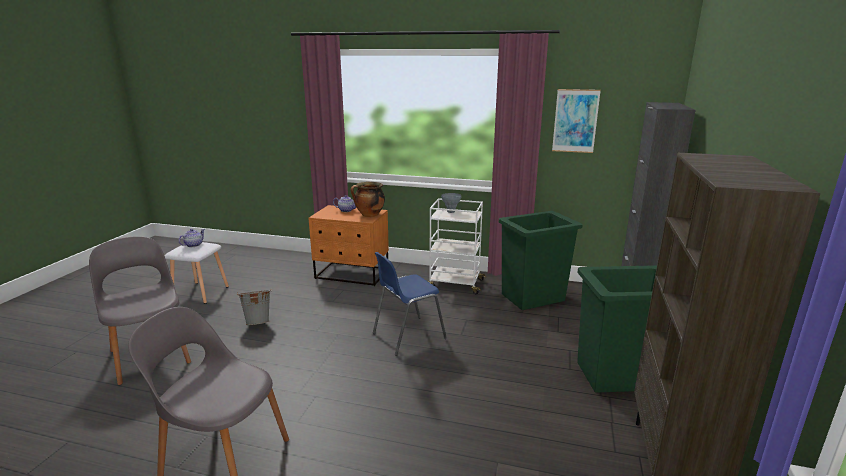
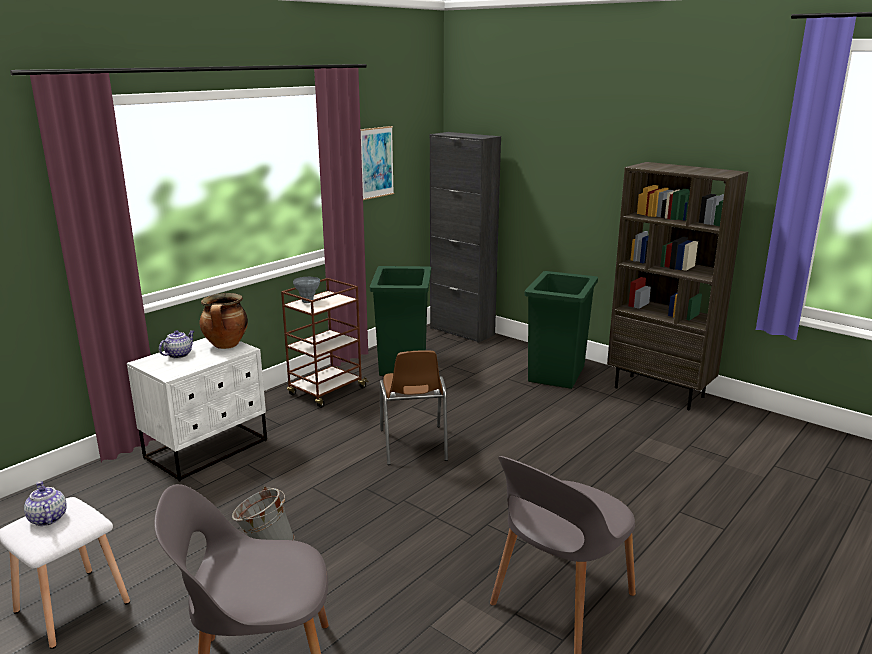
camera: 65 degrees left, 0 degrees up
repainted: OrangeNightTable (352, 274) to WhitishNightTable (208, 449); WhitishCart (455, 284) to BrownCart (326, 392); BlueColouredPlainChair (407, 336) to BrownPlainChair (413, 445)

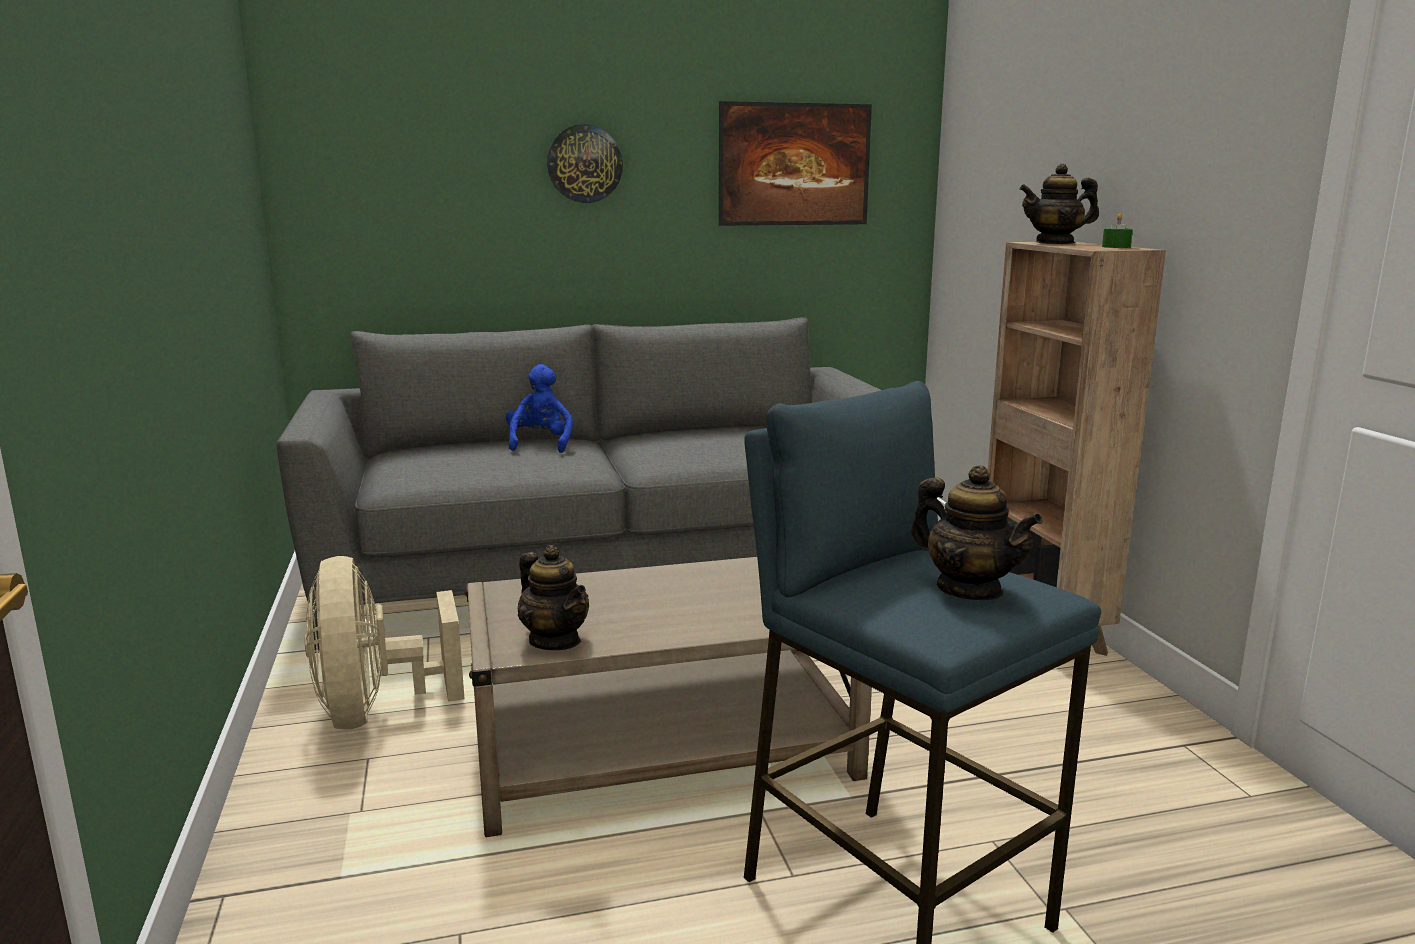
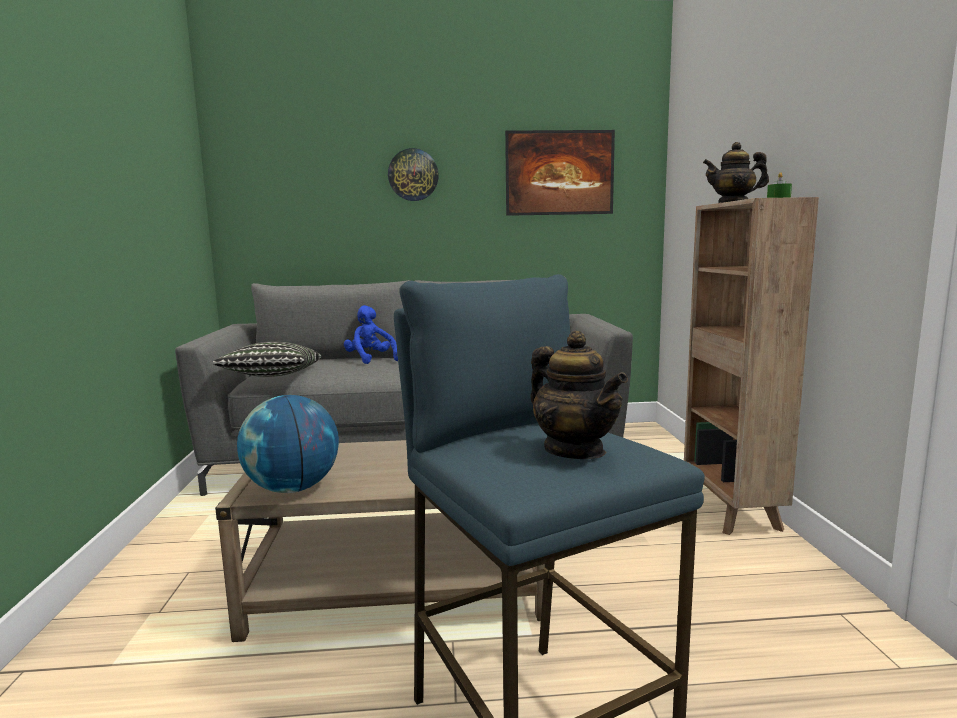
camera: 10 degrees right, 5 degrees down
gone: BeigeColouredFan (376, 711)
new: Pillow (272, 377)
swapped: PotForTea (555, 641) to DeskGlobe (293, 489)
rotated: BlueColouredCuddlyToy (540, 444) = (370, 360) 45 degrees counterclockwise

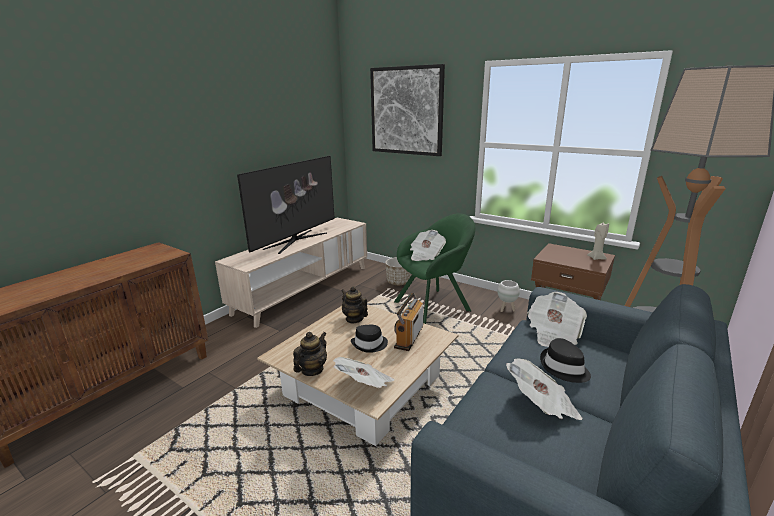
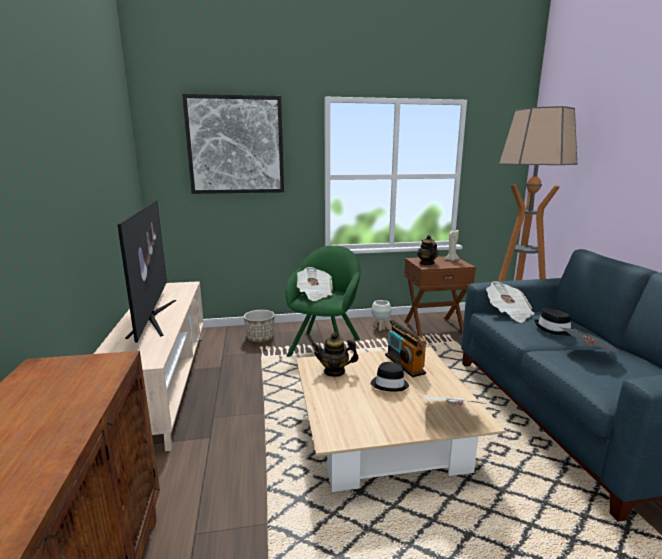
camera: 45 degrees left, 5 degrees down
shifted: PotForTea (312, 370) to (427, 263)

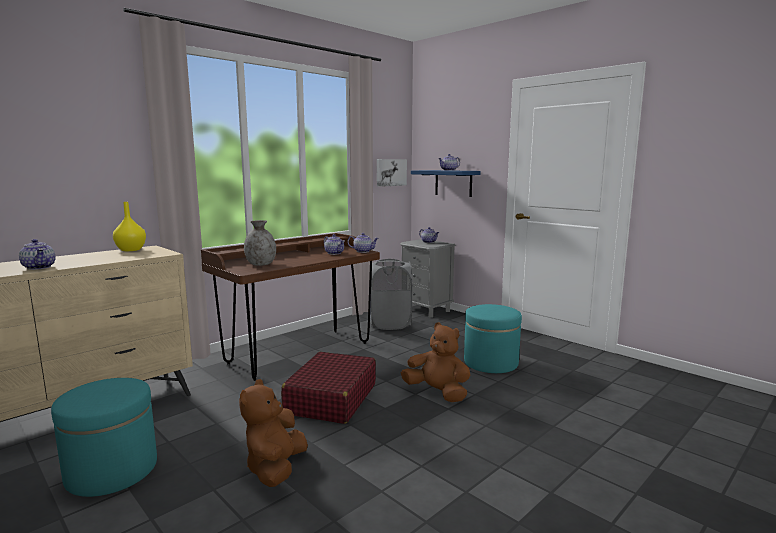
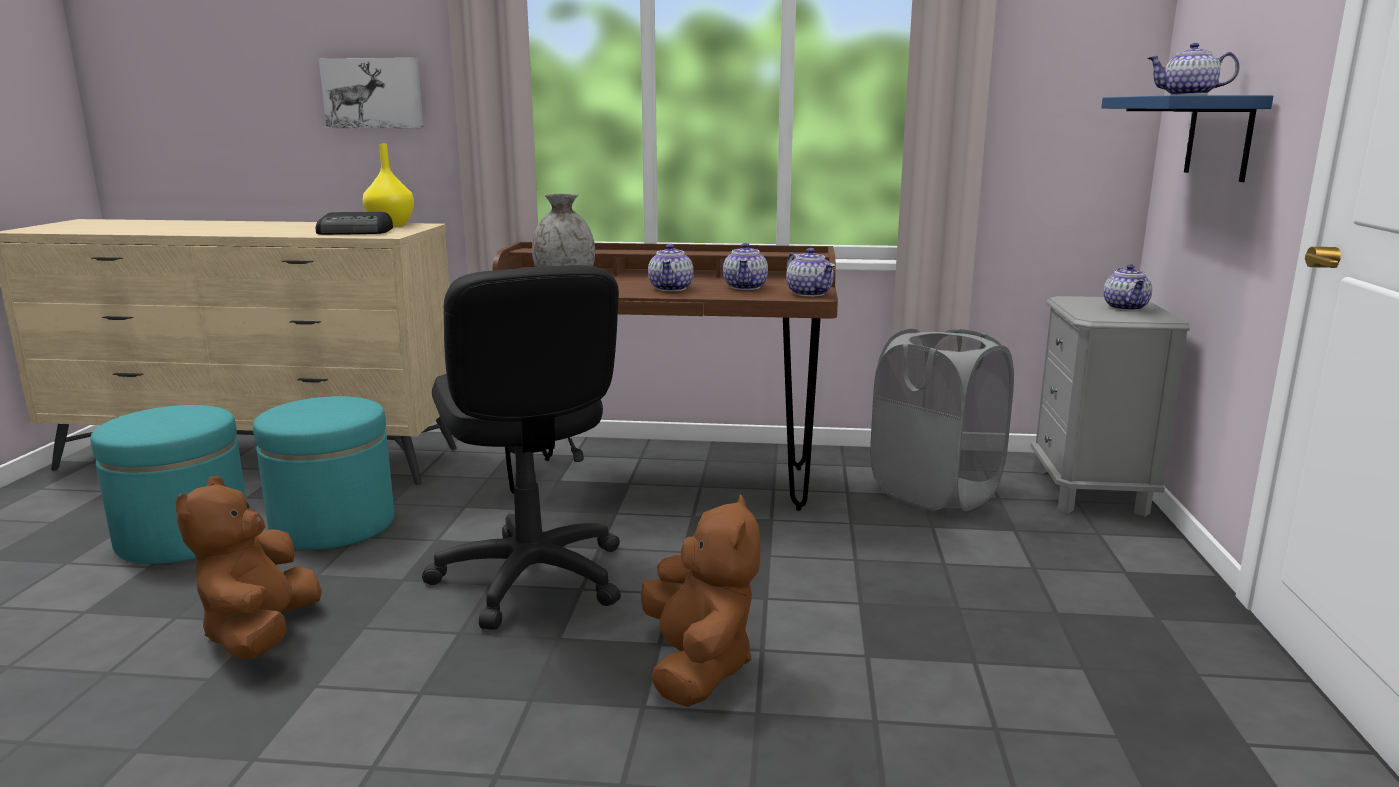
camera: 50 degrees right, 5 degrees up
new: RadioSet (356, 232)
shifted: TurquoiseColouredOttoman (490, 362) to (333, 525); WallArt (390, 172) to (373, 93); PotForTea (39, 267) to (671, 288)
swapped: ReddishSuitcase (331, 399) to BlackDeskChair (530, 578)
rotated: BrownCuddlyToy (275, 468) = (261, 634) 60 degrees counterclockwise

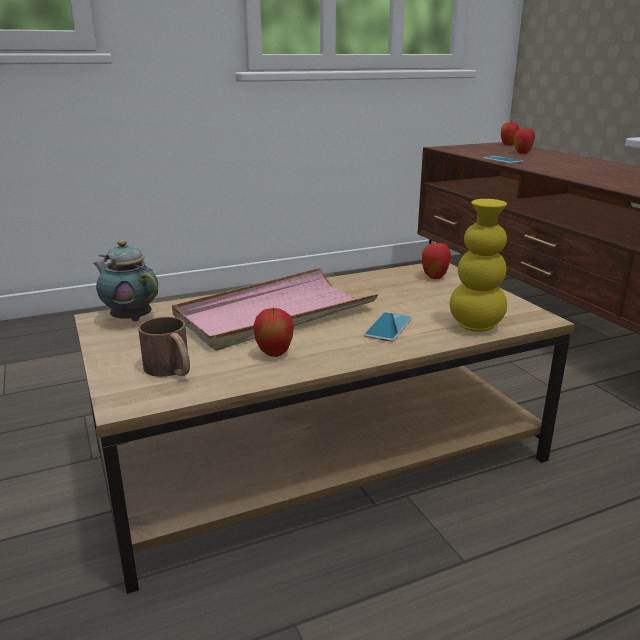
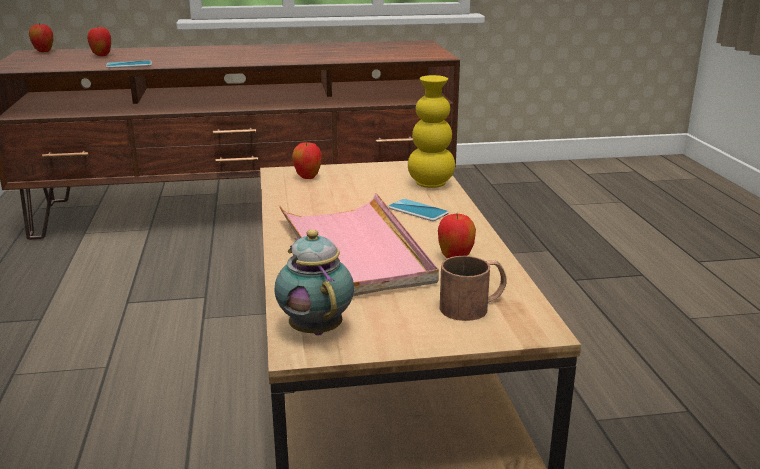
camera: 75 degrees left, 0 degrees up
rotated: PotForTea (130, 318) = (315, 328) 105 degrees clockwise

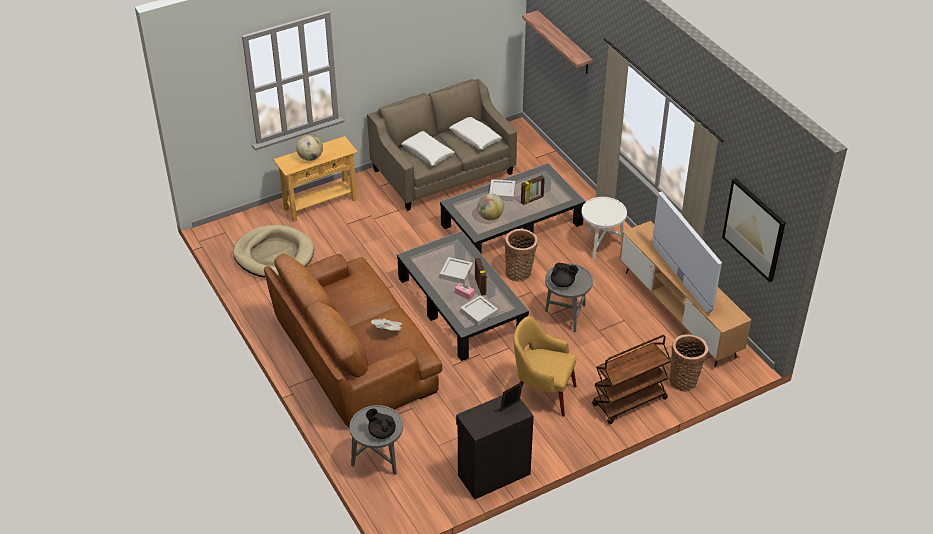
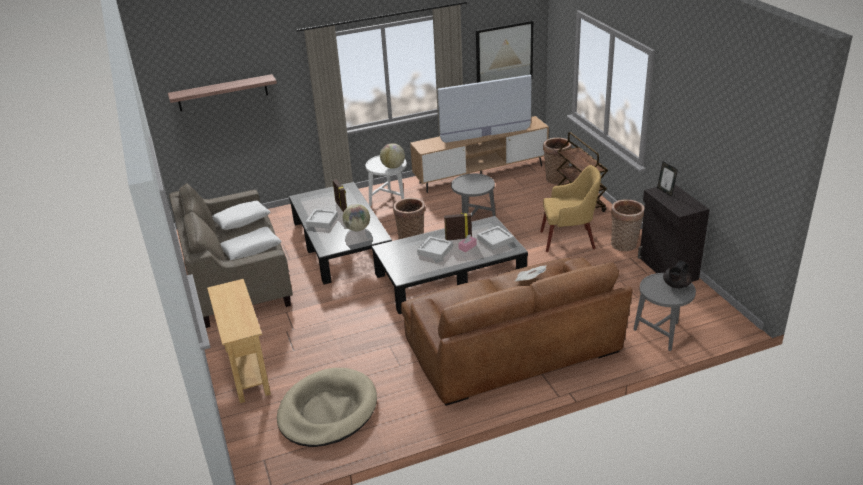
camera: 80 degrees left, 10 degrees down
gone: BlackPotForTea (563, 283)
new: StorageBasket (624, 245)
shifted: DeskGlobe (310, 158) to (393, 167)
rotated: YellowArmchair (542, 393) = (569, 240) 120 degrees counterclockwise

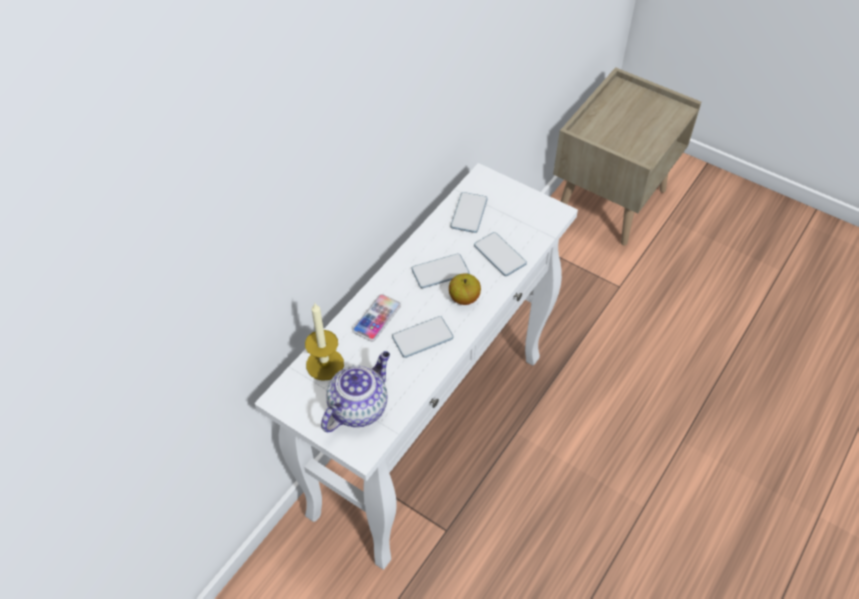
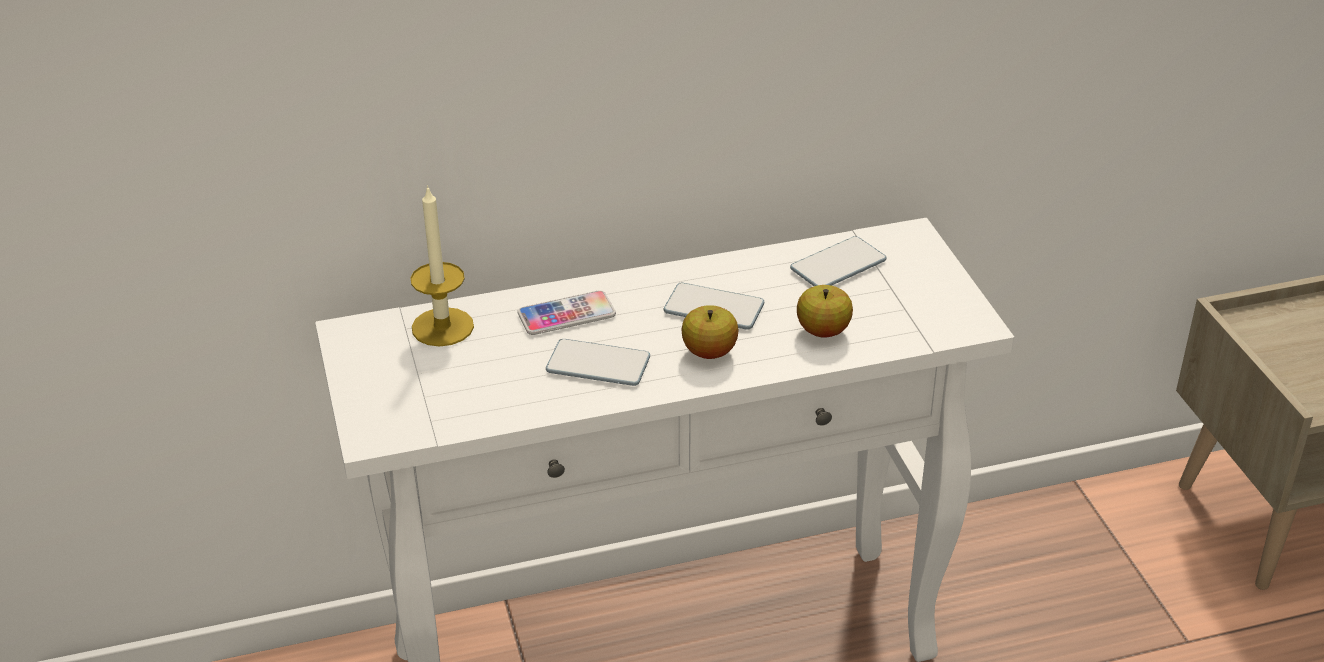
camera: 40 degrees right, 15 degrees down
gone: PotForTea (358, 407)
swapped: Handset (500, 255) to AppleFruit (823, 331)

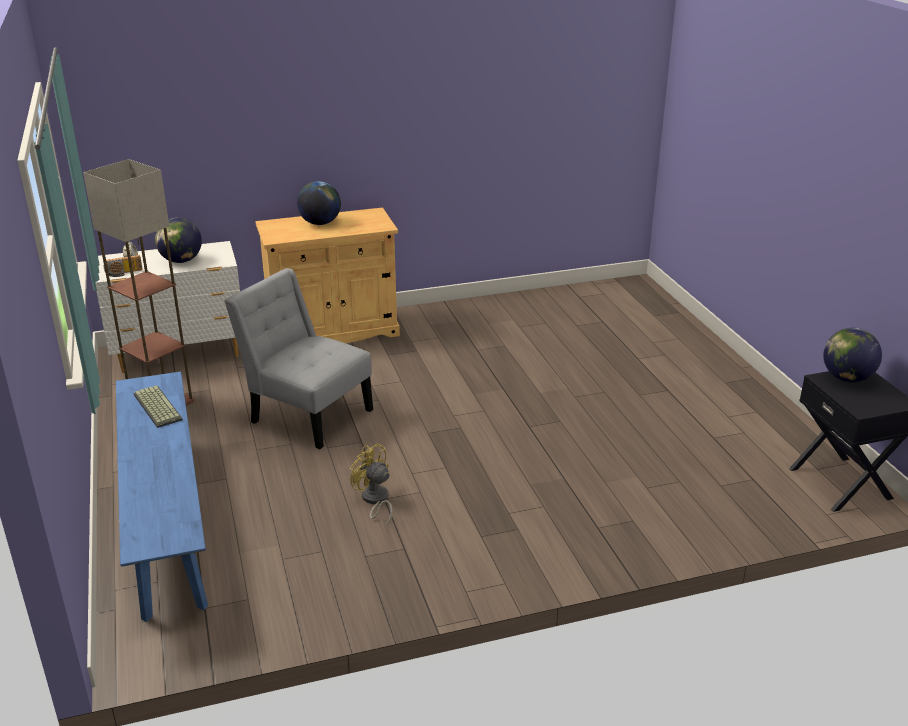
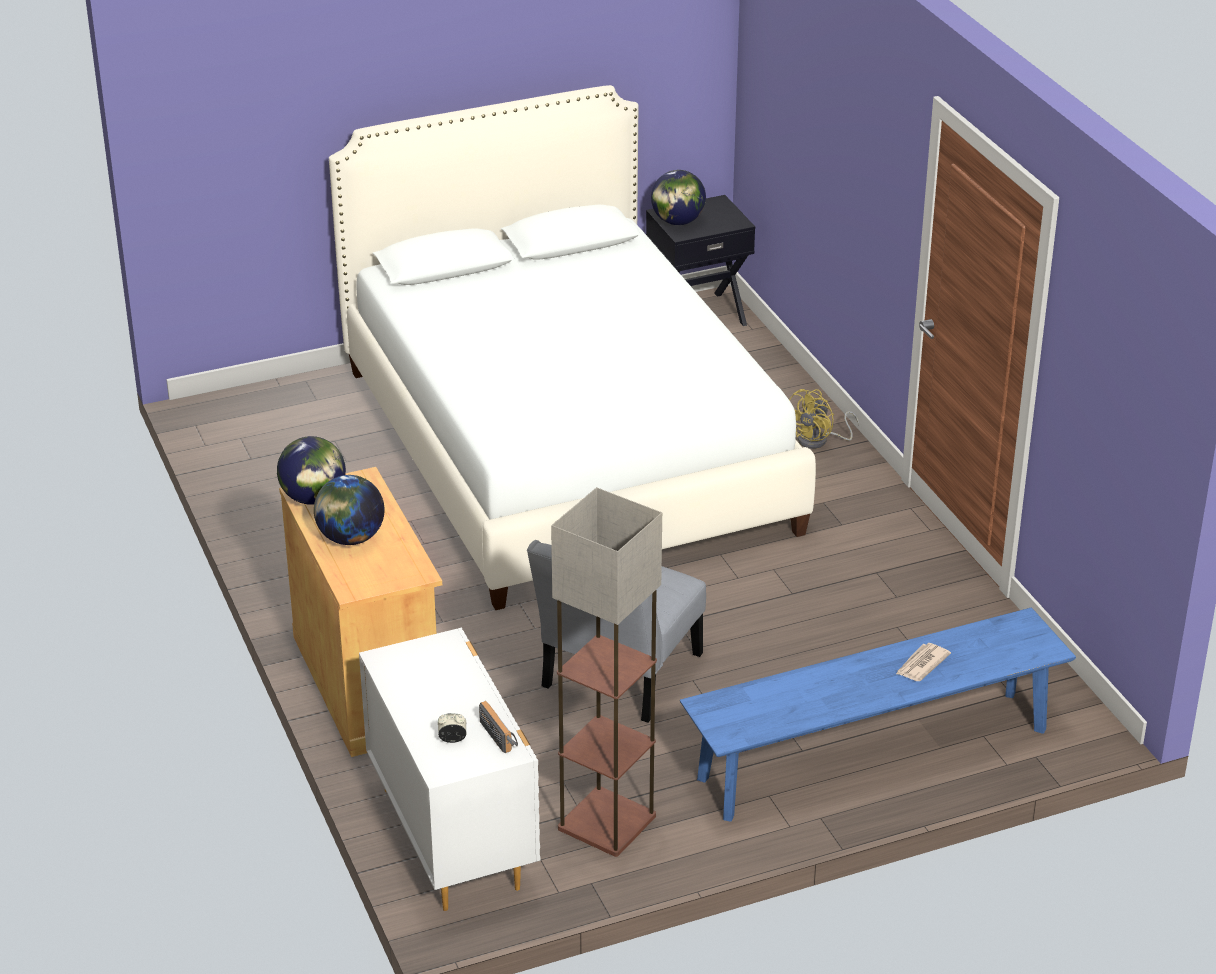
camera: 95 degrees left, 5 degrees up
gone: ComputerKeyboard (156, 407)
new: WhitishBedroomBed (567, 448); PrintedPaper (921, 664)
shifted: DeskGlobe (181, 261) to (313, 498); YellowFan (374, 500) to (819, 441)

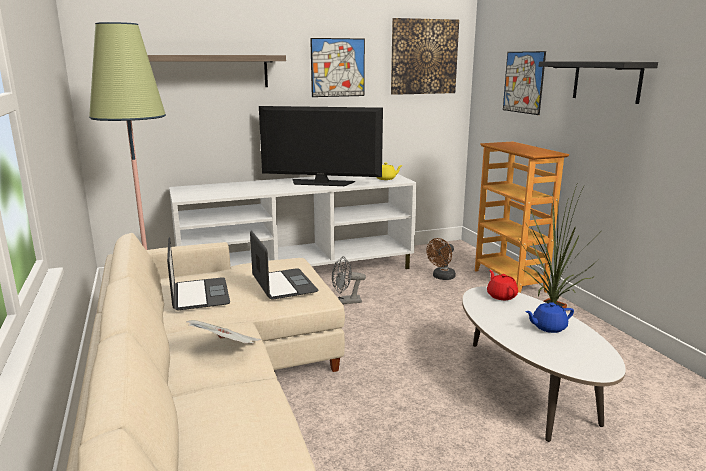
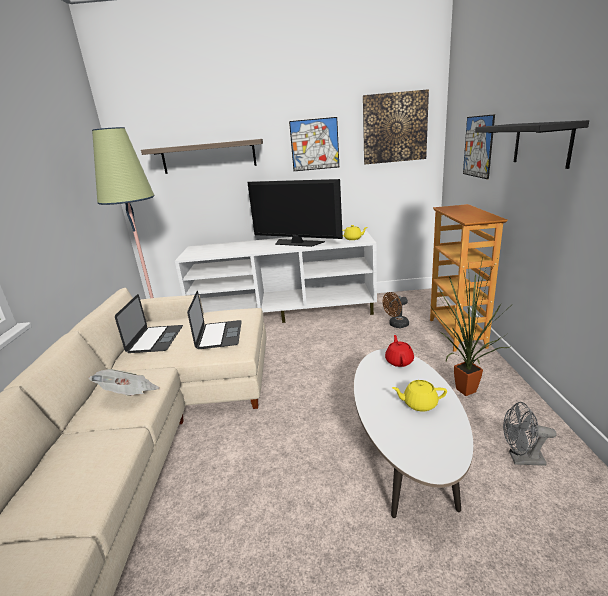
camera: 20 degrees right, 5 degrees up
shifted: GreyishFan (346, 301) to (521, 459)
repainted: BlueColouredPotForTea (548, 327) to YellowPotForTea (419, 404)

